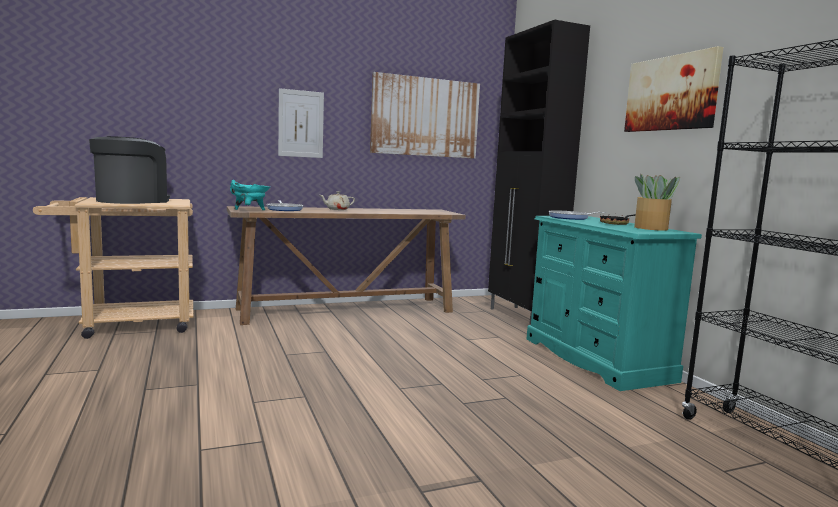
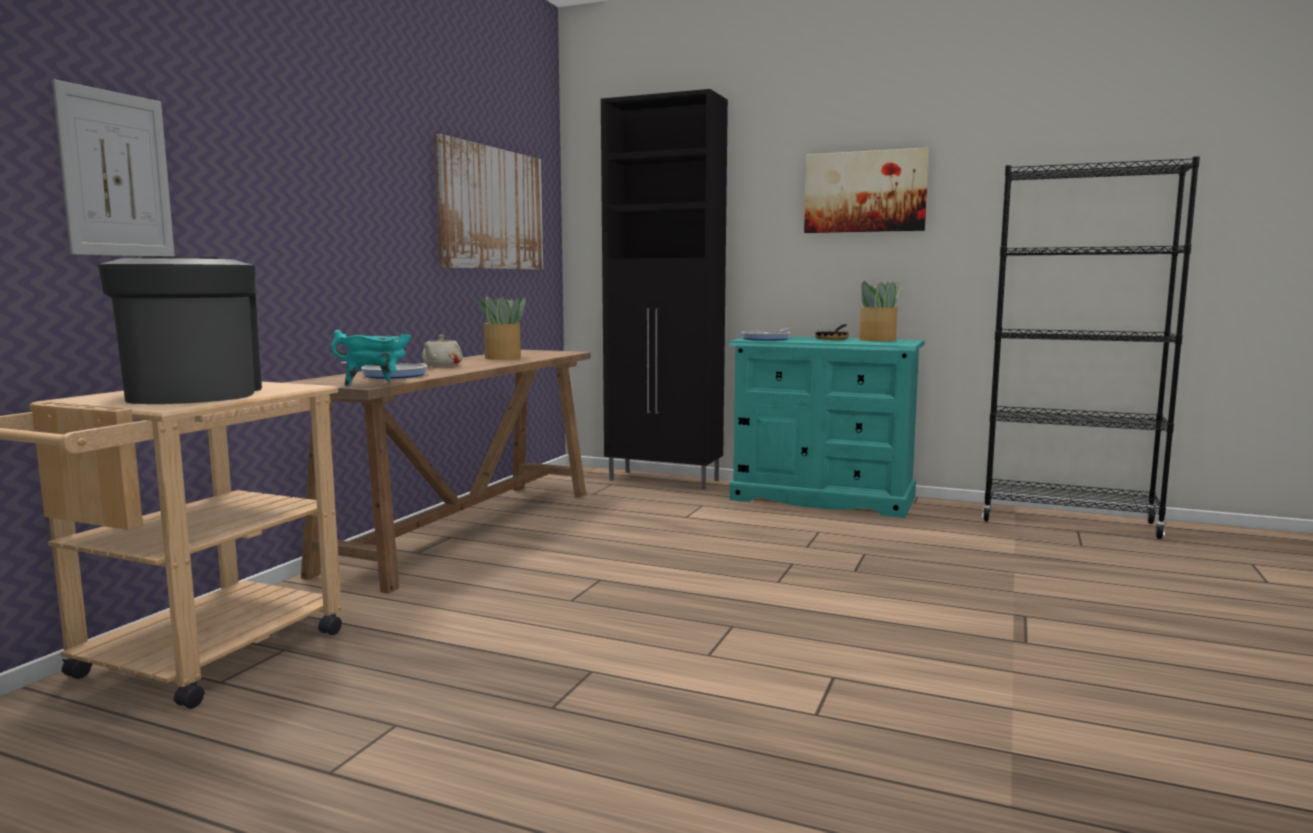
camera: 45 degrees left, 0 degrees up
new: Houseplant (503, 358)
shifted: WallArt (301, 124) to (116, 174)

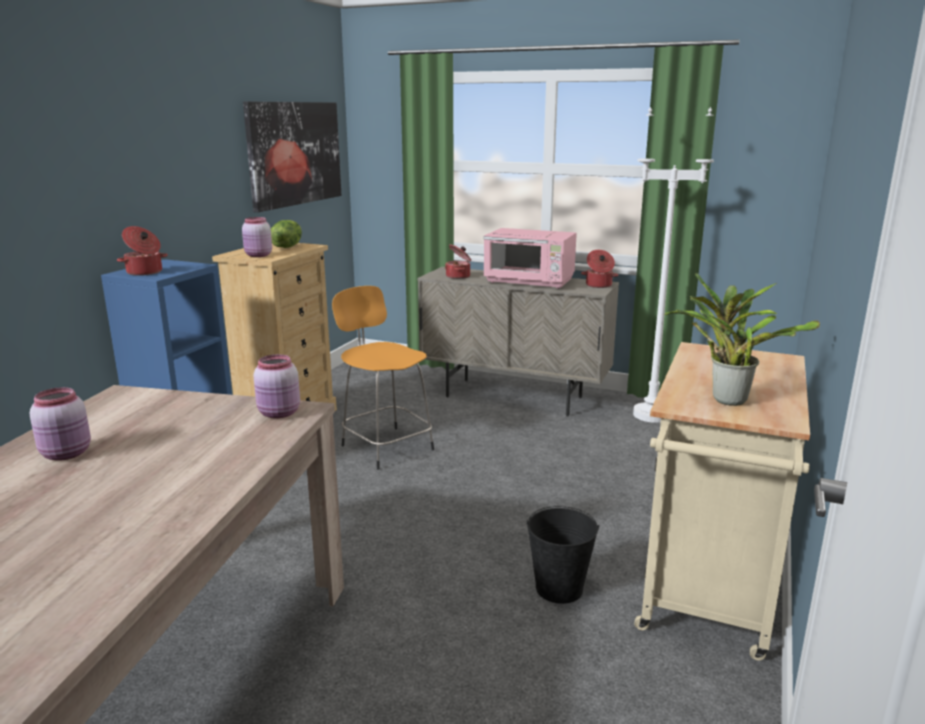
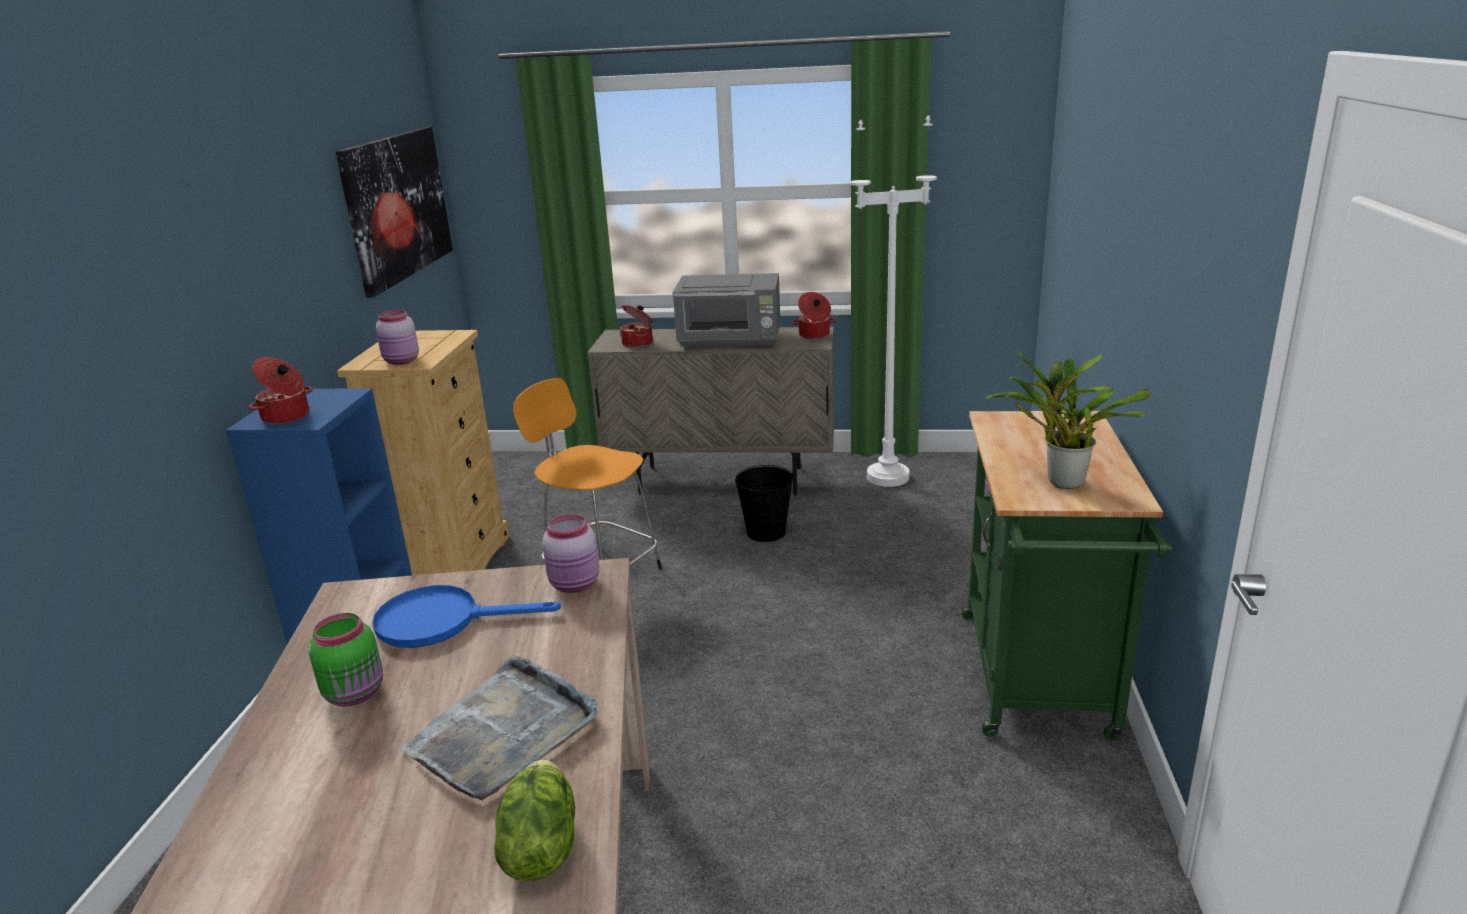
camera: 15 degrees left, 5 degrees up
new: BlueColouredPan (442, 621); GreyishCarryingTray (504, 733)
shifted: HeadOfLettuce (287, 246) to (539, 847); BlackPail (559, 588) to (766, 532)
repainted: PinkColouredPreserveJar (67, 454) to GreenPreserveJar (356, 693); PinkColouredMicrowave (530, 282) to GreyishMicrowave (731, 341); BeigeColouredCart (707, 596) to GreenCart (1038, 683)

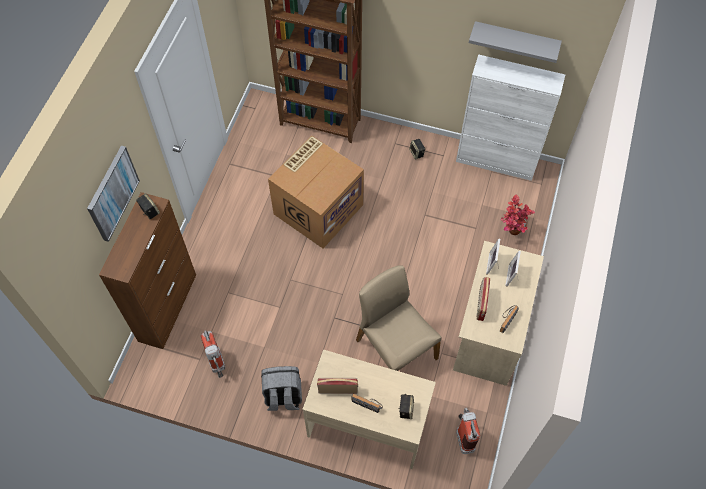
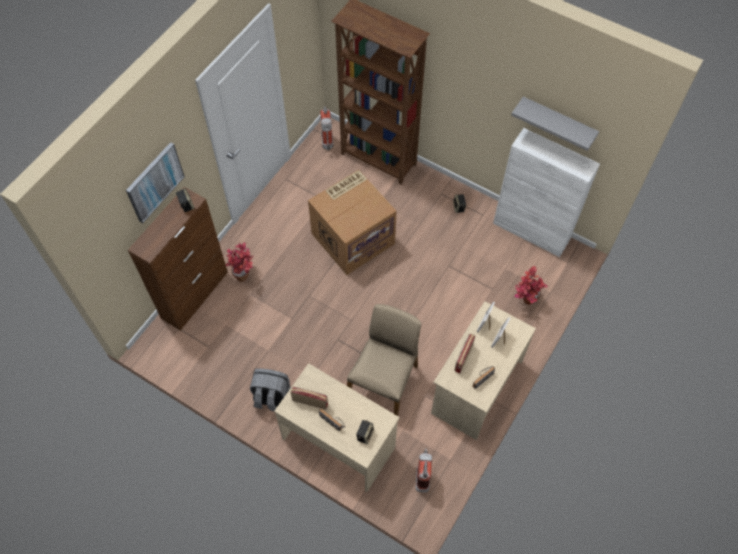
camera: 15 degrees right, 0 degrees up
new: Houseplant (244, 274)
shifted: FireFightingCylinder (217, 366) to (327, 145)
rotated: BeigeColouredPlainChair (395, 349) = (384, 381) 45 degrees clockwise

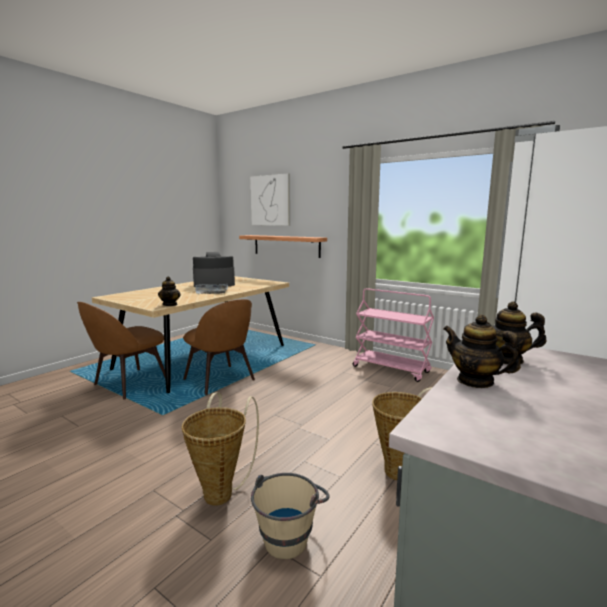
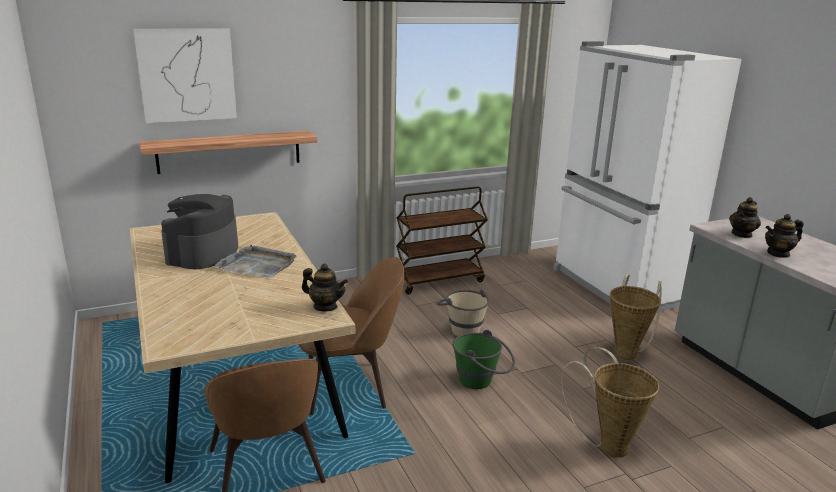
camera: 60 degrees left, 10 degrees up
new: GreenPail (482, 381)
shifted: BeigeColouredPail (290, 534) to (461, 328)
repainted: PinkColouredCart (391, 369) to BrownCart (439, 280)

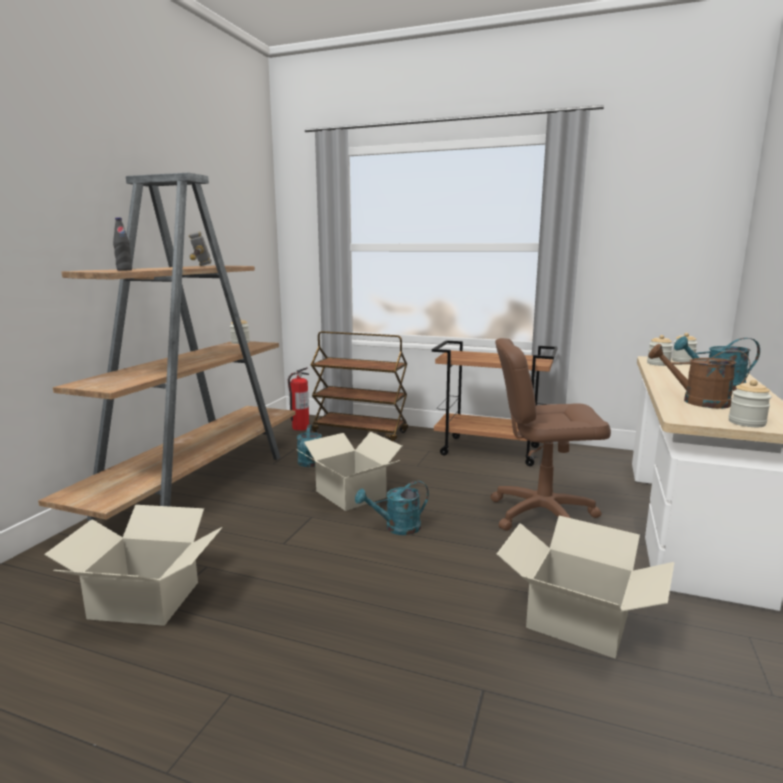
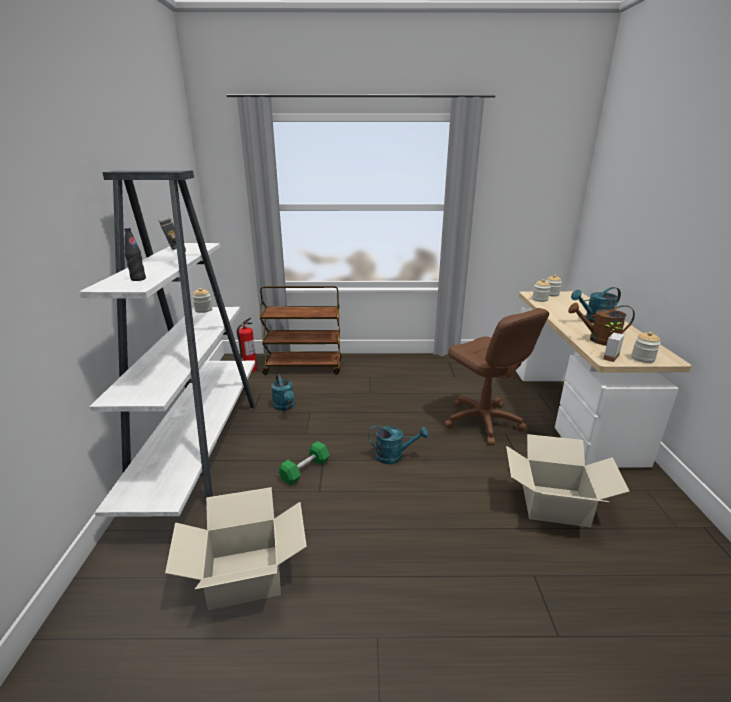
camera: 20 degrees left, 10 degrees up
gone: CardboardBox (350, 494); BrownCart (491, 451)
new: GreenDumbbell (305, 470); Houseplant (606, 356)
repainted: BrownShelvingUnit (198, 483) to WhitishShelvingUnit (201, 446)
rotated: TurquoiseColouredWateringCan (396, 528) = (394, 456) 135 degrees counterclockwise; BrownDeskChair (542, 514) = (482, 422) 105 degrees counterclockwise

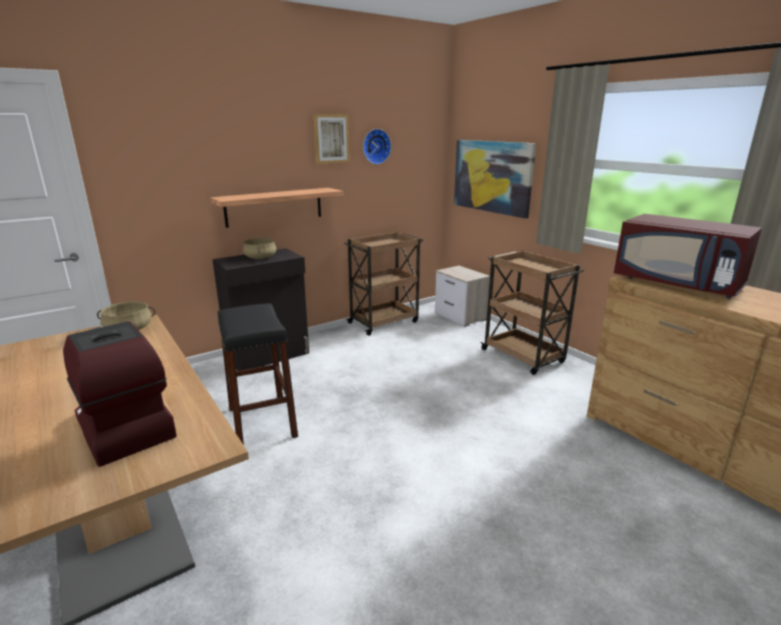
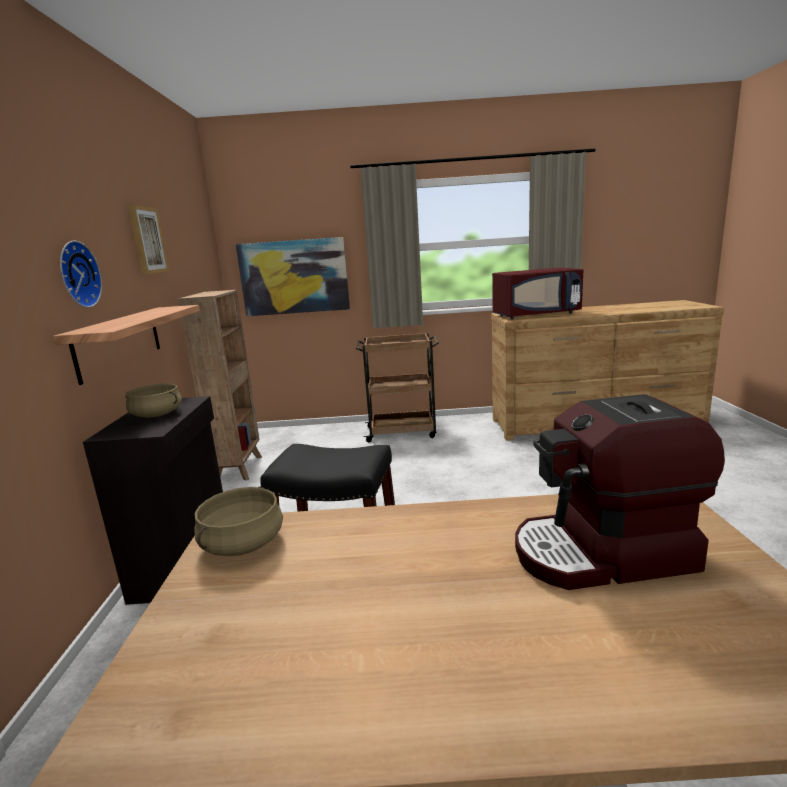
camera: 55 degrees left, 5 degrees down
gone: NightTable (460, 317)
shifted: WallClock (375, 146) to (76, 275)
swapped: BrownCart (384, 322) to BrownShelvingUnit (239, 468)

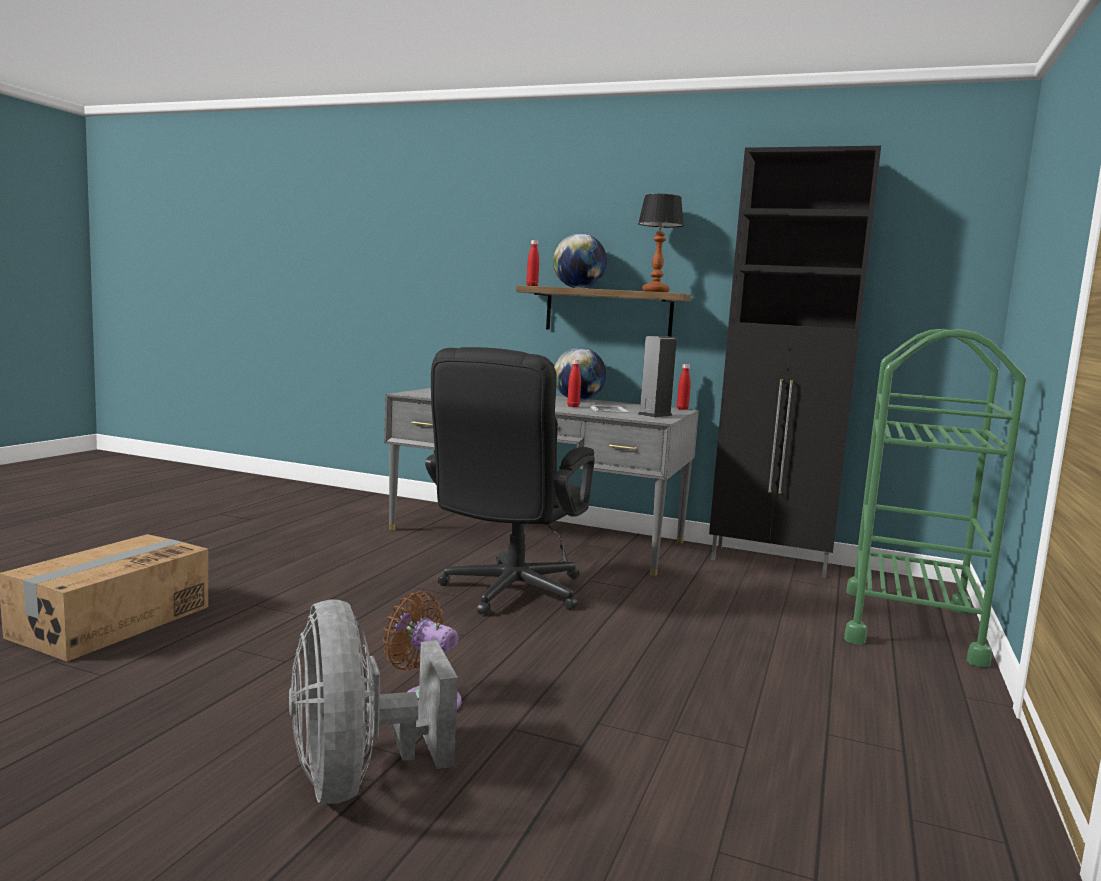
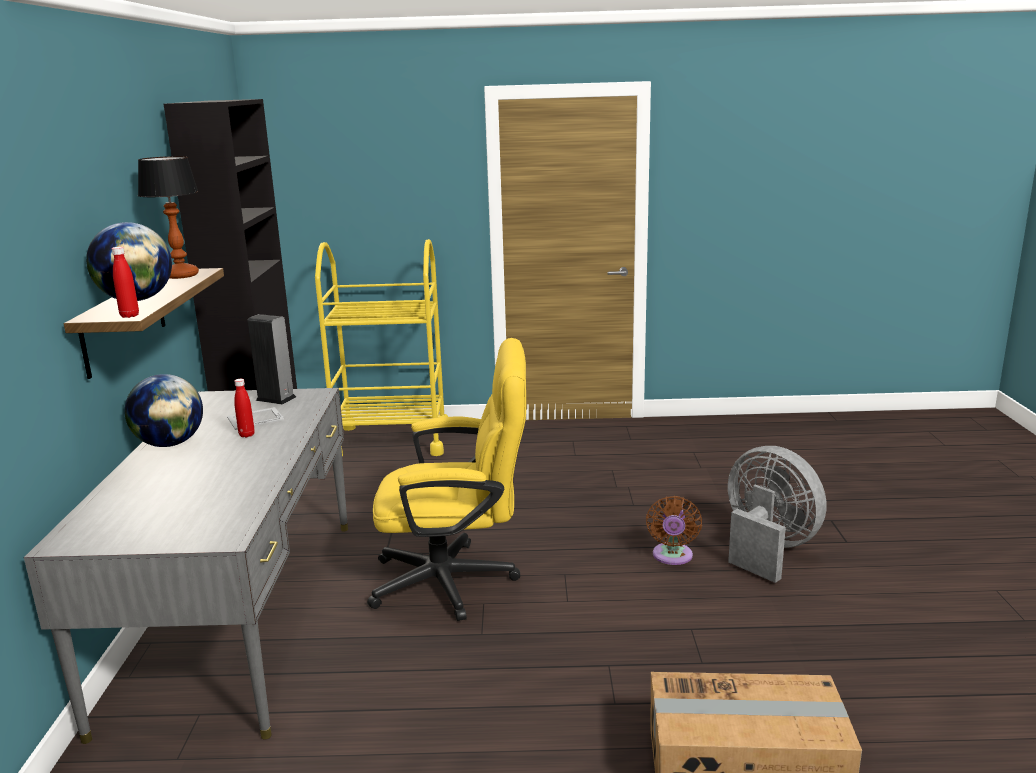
camera: 110 degrees left, 10 degrees up
gone: ReddishDrinkBottle (682, 409)
repainted: GreenCart (910, 625) to YellowCart (391, 440); BlackDeskChair (507, 594) to YellowDeskChair (457, 581)
rotated: GreyishFan (356, 779) = (767, 549) 90 degrees counterclockwise

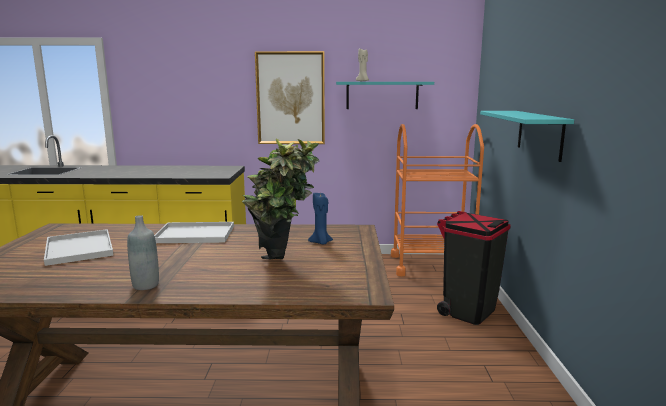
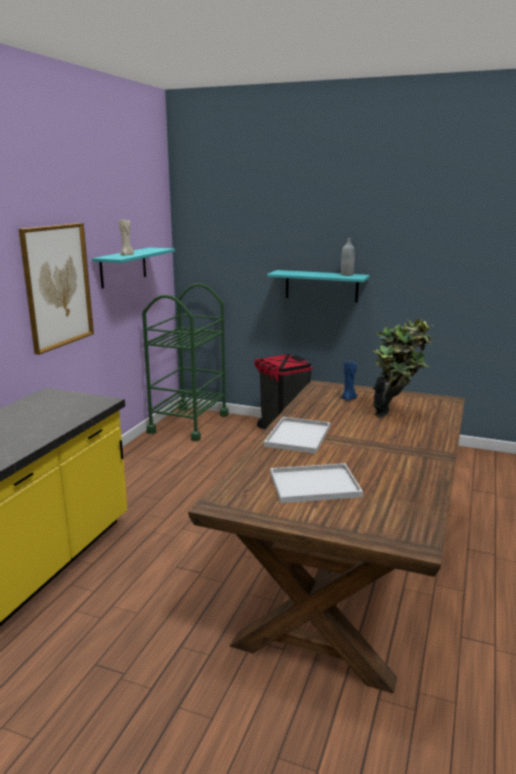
camera: 70 degrees left, 5 degrees up
shifted: GreyishDrinkBottle (146, 285) to (347, 275)
repainted: OrangeCart (431, 265) to GreenCart (189, 423)

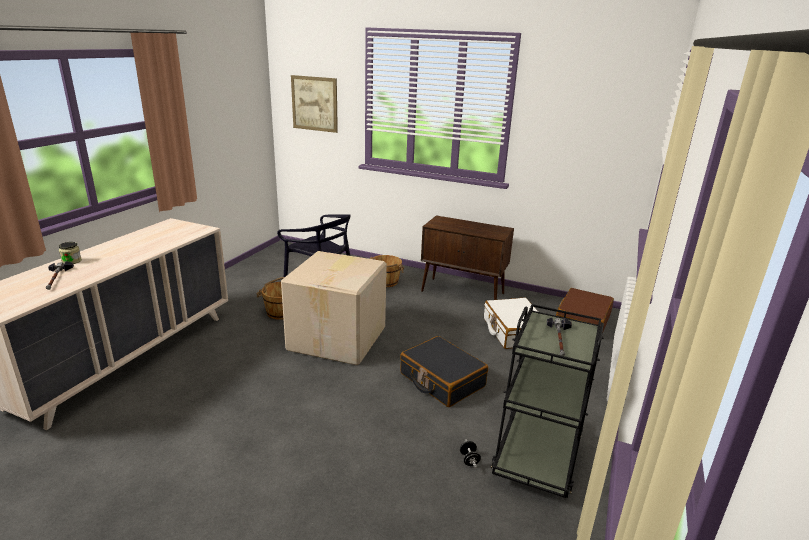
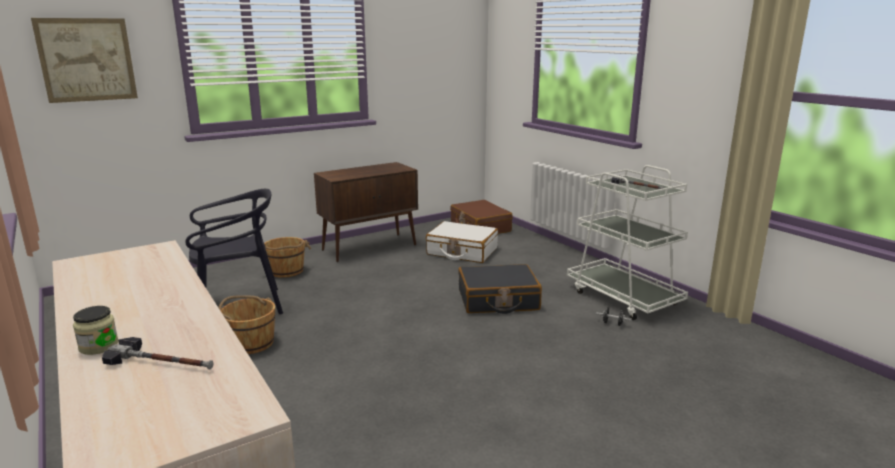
camera: 55 degrees left, 5 degrees down
gone: CardboardBox (339, 338)
repainted: BlackCart (537, 453) to WhitishCart (623, 297)

